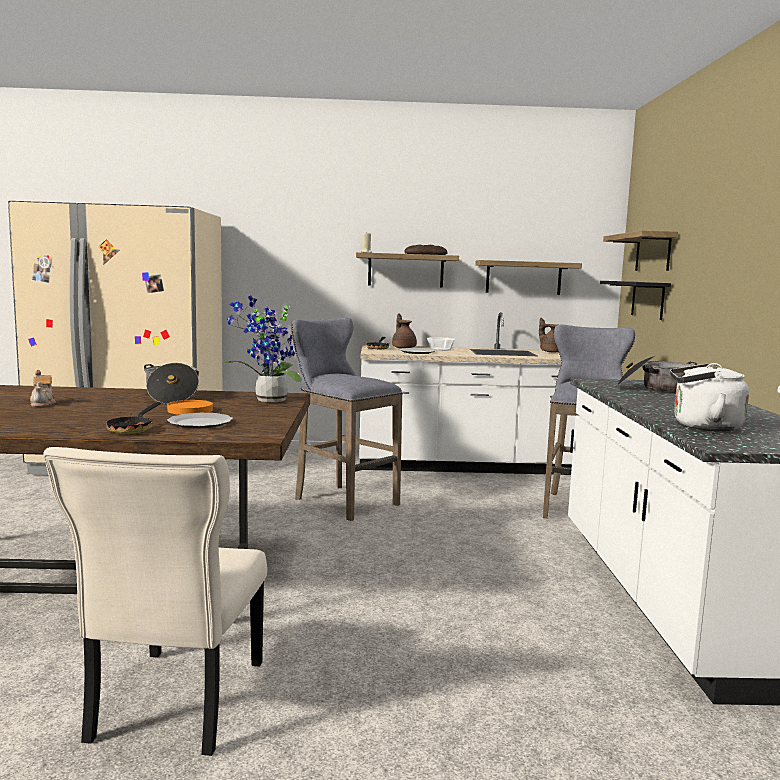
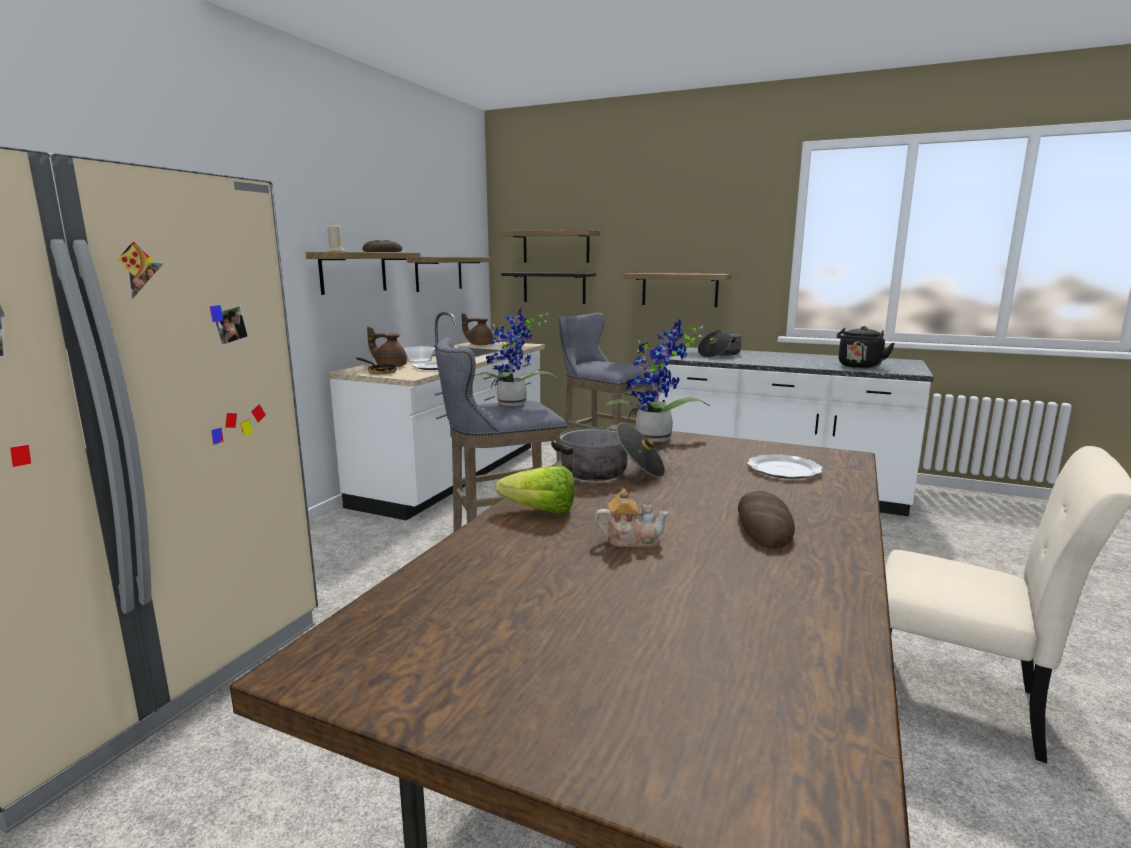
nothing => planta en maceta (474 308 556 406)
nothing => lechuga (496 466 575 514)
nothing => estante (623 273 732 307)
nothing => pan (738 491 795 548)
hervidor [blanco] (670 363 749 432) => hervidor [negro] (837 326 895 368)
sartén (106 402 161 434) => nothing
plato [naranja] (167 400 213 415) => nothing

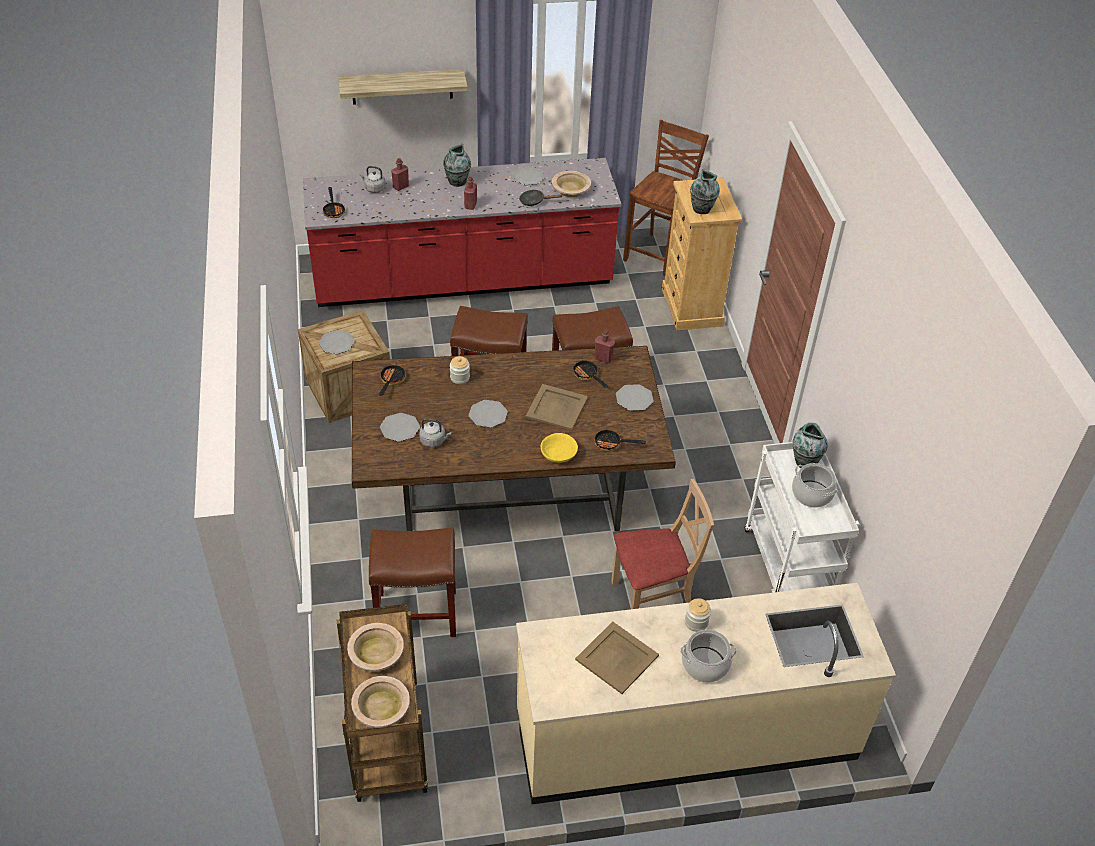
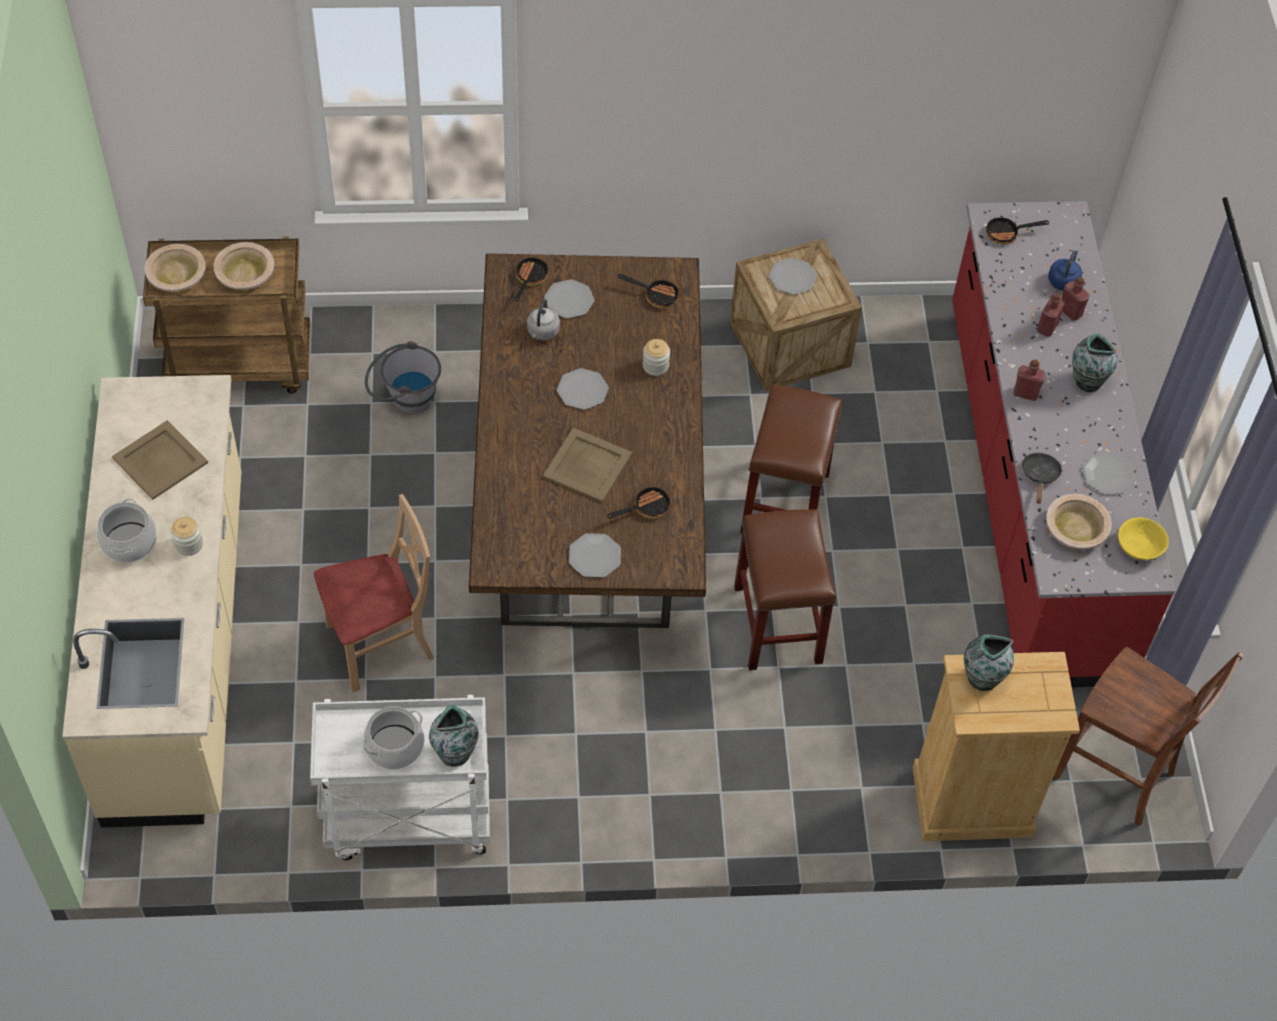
silla [beis] (611 479 714 609) => silla [beis] (314 494 434 692), 105 degrees counterclockwise
taburete [marrón] (369 528 456 637) => cubo [gris] (365 341 441 414)
sartén (594 429 646 451) => sartén (514 255 549 301), relocated
botella [rojo] (594 329 615 363) => botella [rojo] (1037 293 1065 337), relocated
hervidor [gris] (359 166 386 193) => hervidor [azul] (1048 251 1082 291)
cuenco [amarillo] (540 433 578 463) => cuenco [amarillo] (1118 517 1169 560), relocated
estante (338 69 468 105) => nothing

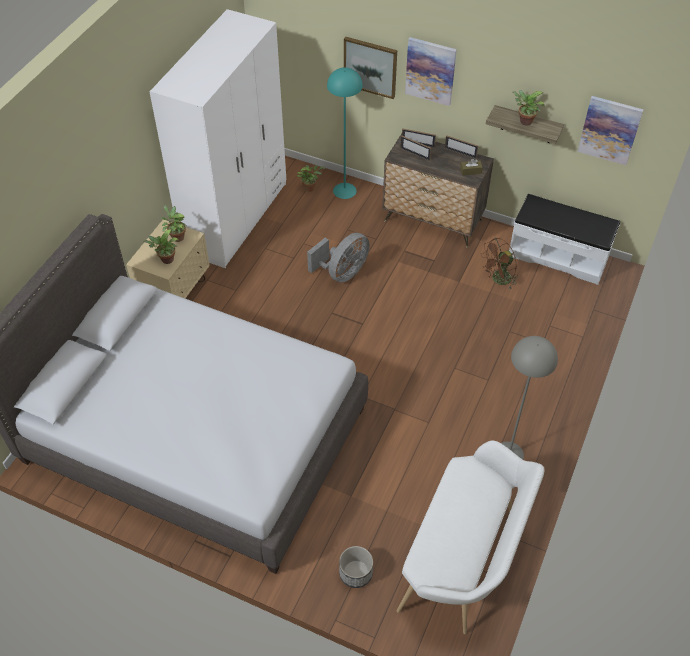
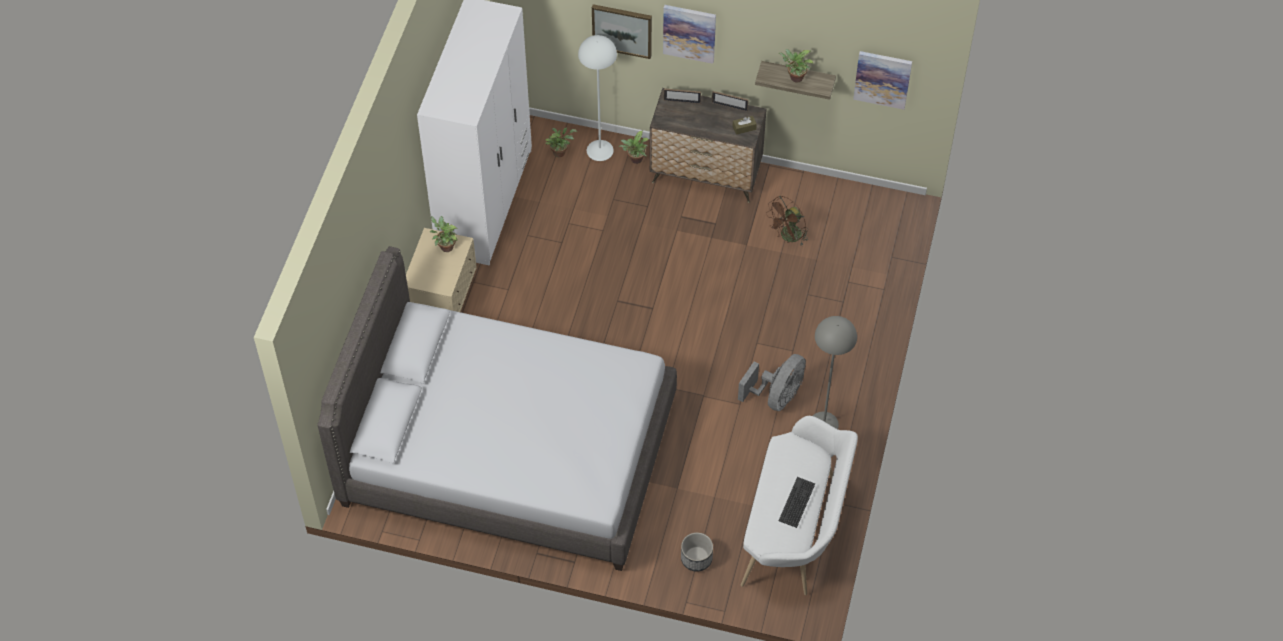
lámpara de pie [turquesa] (327 67 363 199) => lámpara de pie [blanco] (578 35 617 161)
planta en maceta (143 229 178 264) => planta en maceta (619 130 649 164), relocated
ventilador [gris] (307 233 370 282) => ventilador [gris] (738 354 806 411), relocated
nothing => teclado (779 477 815 528)
portarretratos (400 136 431 161) => nothing
banco [blanco] (509 194 620 285) => nothing

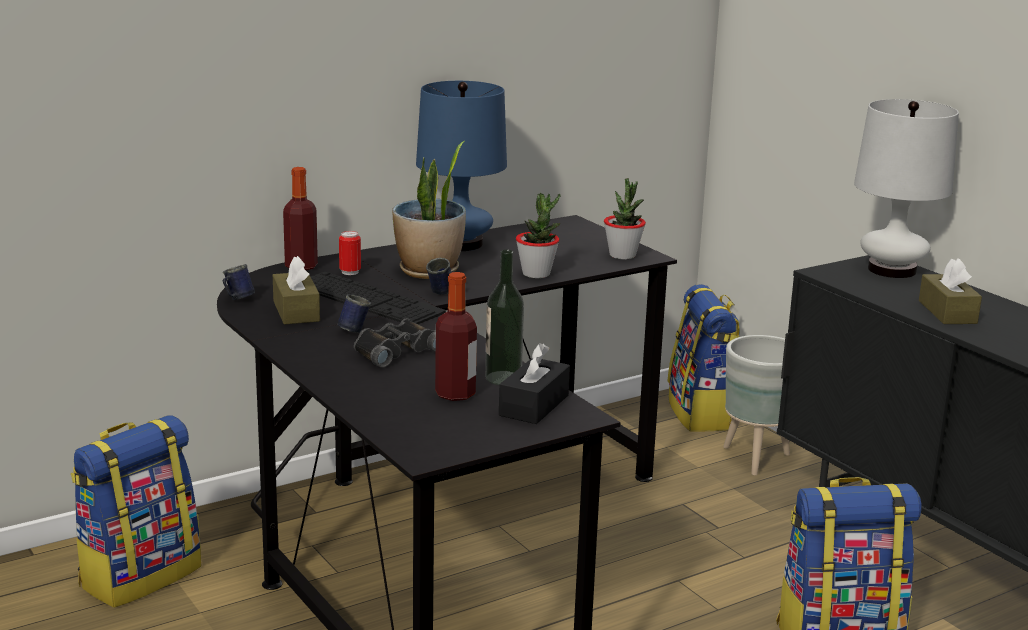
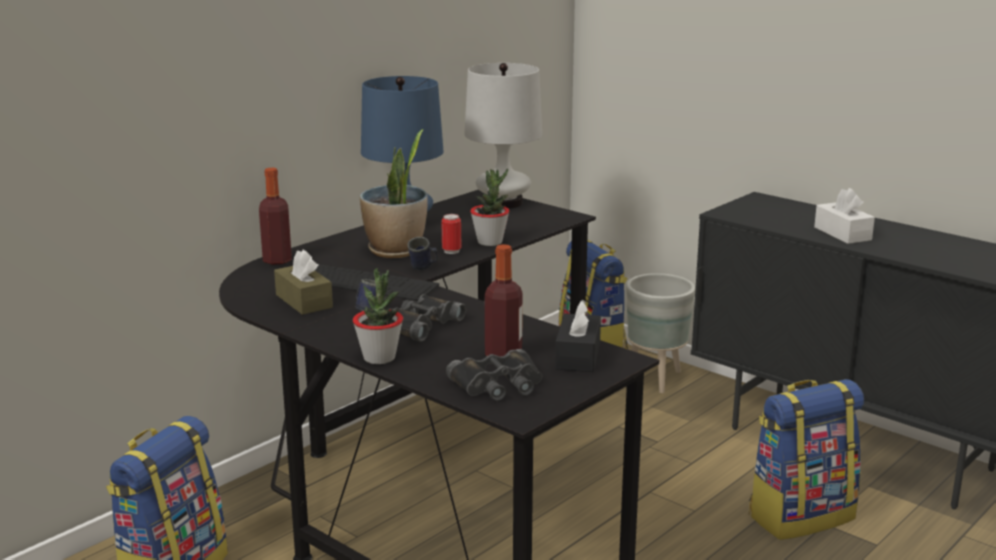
planta en maceta (604 178 646 259) => planta en maceta (353 268 403 364), relocated
lata (339 231 361 275) => lata (442 214 461 254), relocated
nothing => prismáticos [negro] (446 349 542 401)
lámpara de mesa [blanco] (854 99 959 278) => lámpara de mesa [blanco] (464 63 542 209), relocated
caja de pañuelos [marrón] (919 258 982 324) => caja de pañuelos [blanco] (814 188 875 244)
taza grande [azul] (223 264 255 300) => nothing
botella (485 250 524 385) => nothing

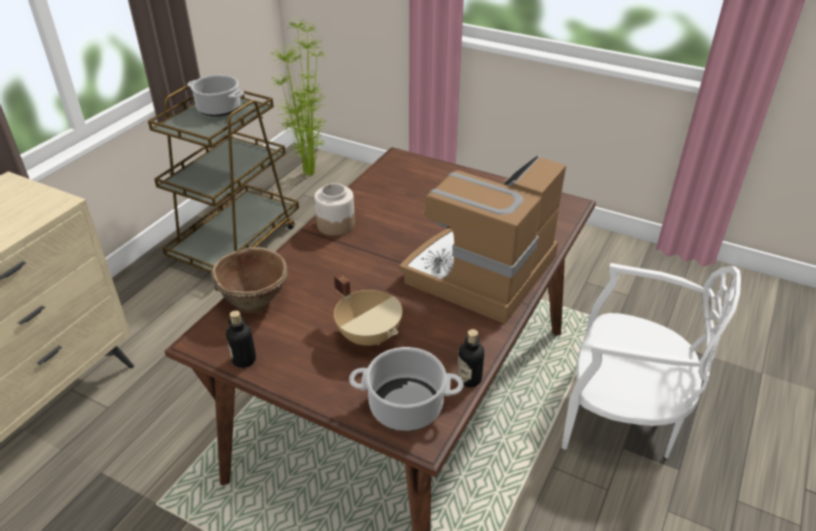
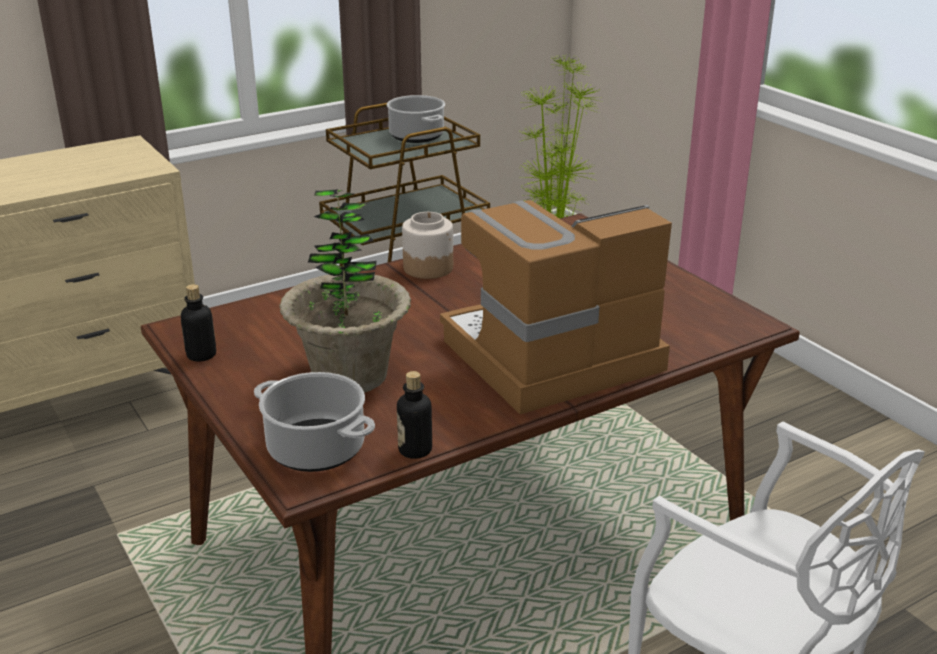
olla [beis] (334 274 402 346) => planta en maceta (279 189 411 393)
cuenco [marrón] (211 247 288 313) => nothing

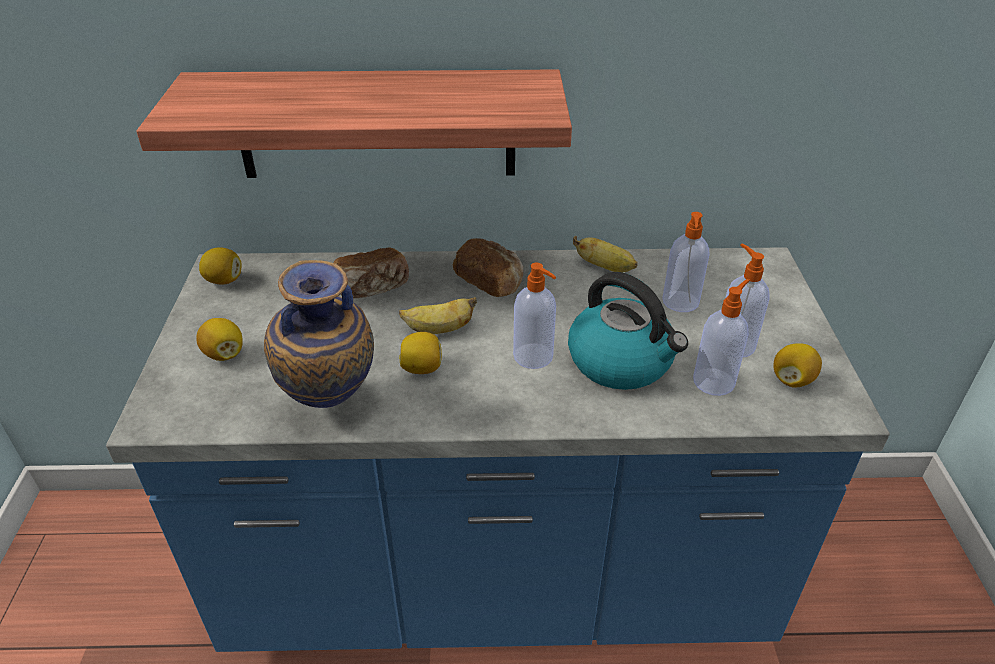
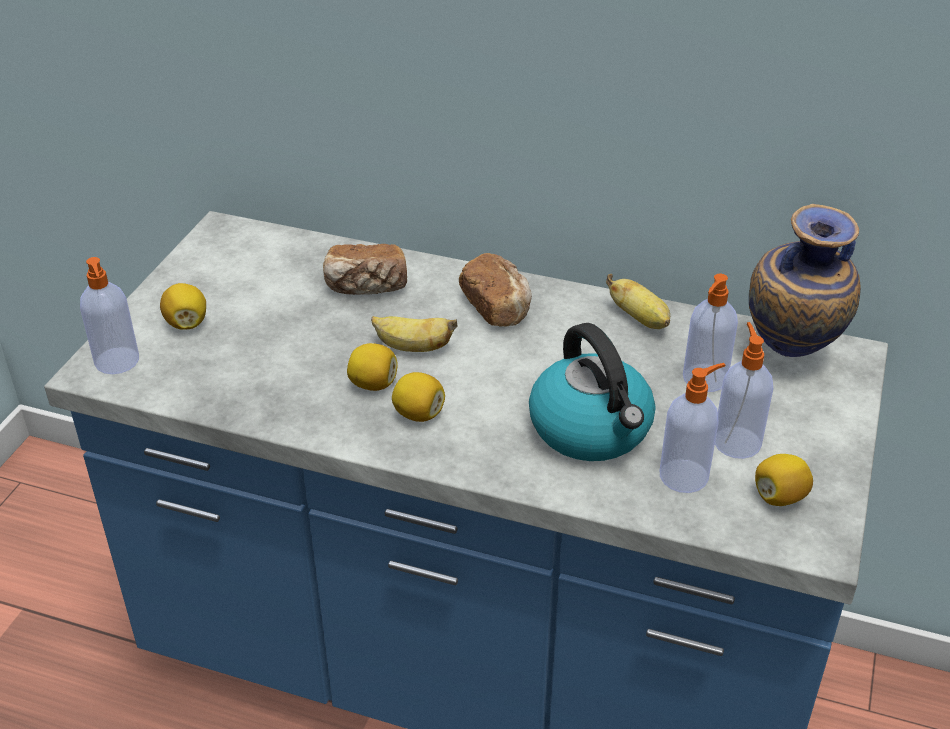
dispensador de jabón (513 262 556 369) => dispensador de jabón (80 257 139 374), relocated
limón (199 247 242 285) => limón (392 372 445 422), relocated
florero (264 260 374 408) => florero (749 204 861 357), relocated
estante (136 69 572 178) => nothing

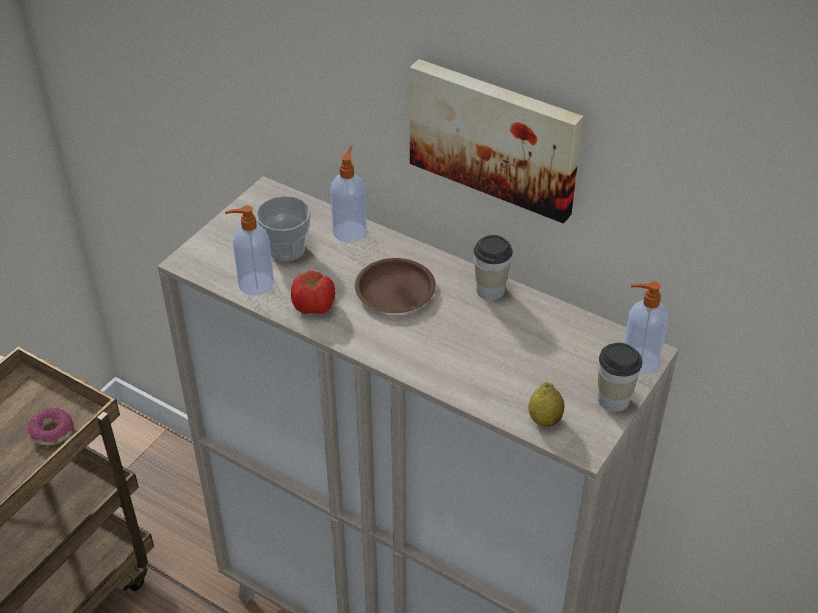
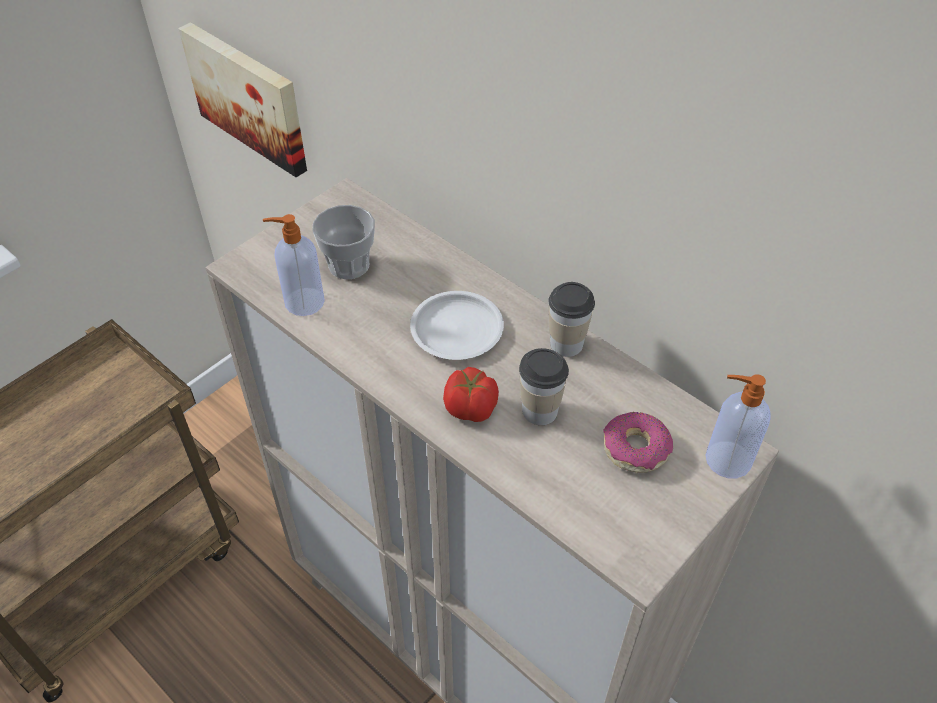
cuadro (410 59 584 223) => cuadro (179 22 307 177), relocated
plato [marrón] (355 258 436 313) => plato [blanco] (410 291 504 360)
tomate (291 271 335 314) => tomate (443 367 499 422), relocated
taza (598 343 642 412) => taza (519 348 569 425), relocated
rosquilla (28 408 74 446) => rosquilla (603 412 673 473), relocated
dispensador de jabón (331 145 366 243) => nothing
limón (528 382 564 427) => nothing

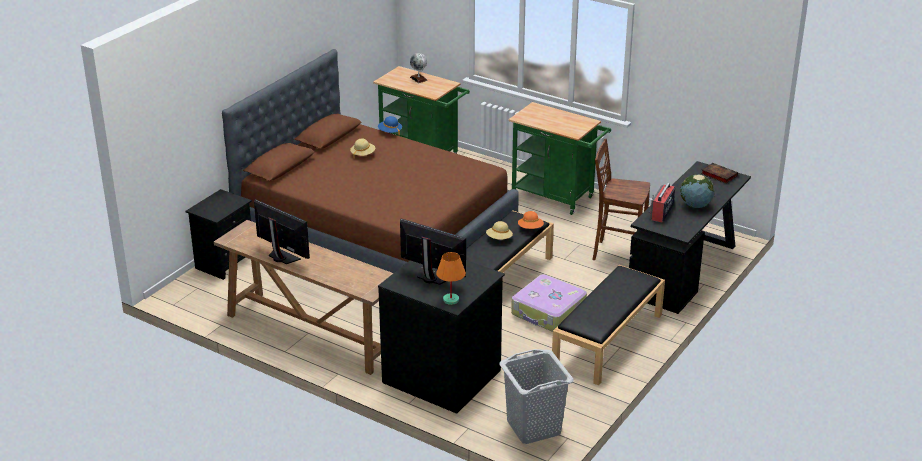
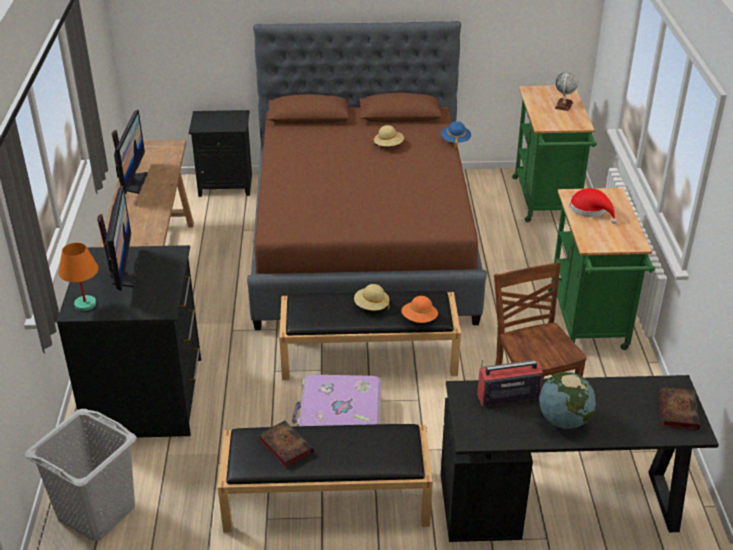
nothing => libro (258 421 313 468)
nothing => sombrero [rojo] (569 188 617 224)

